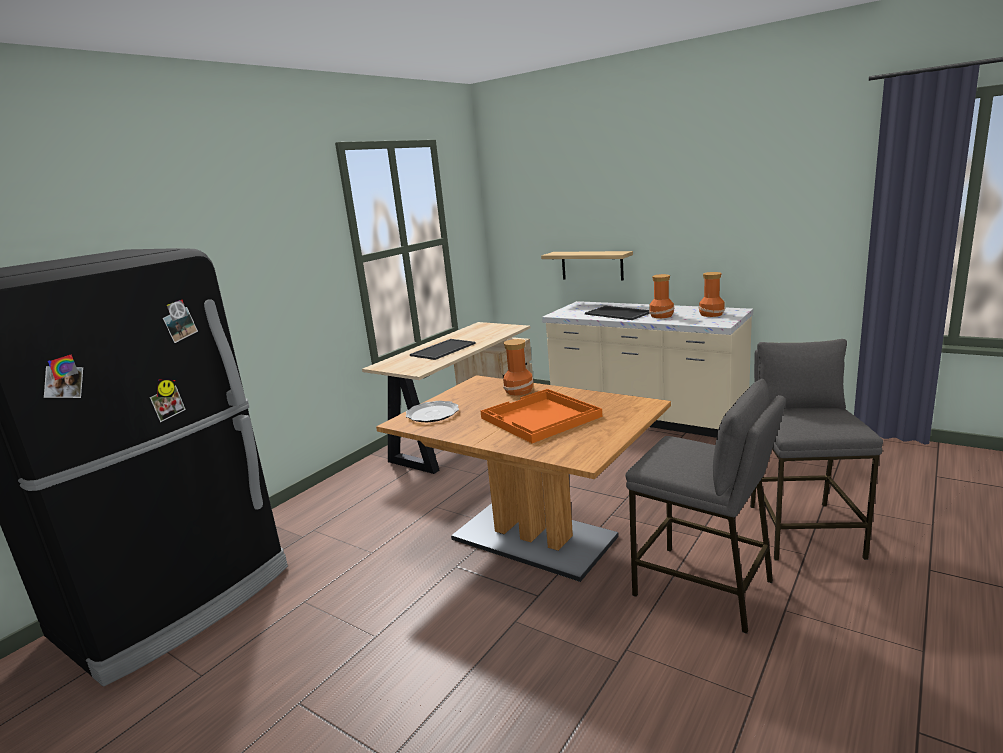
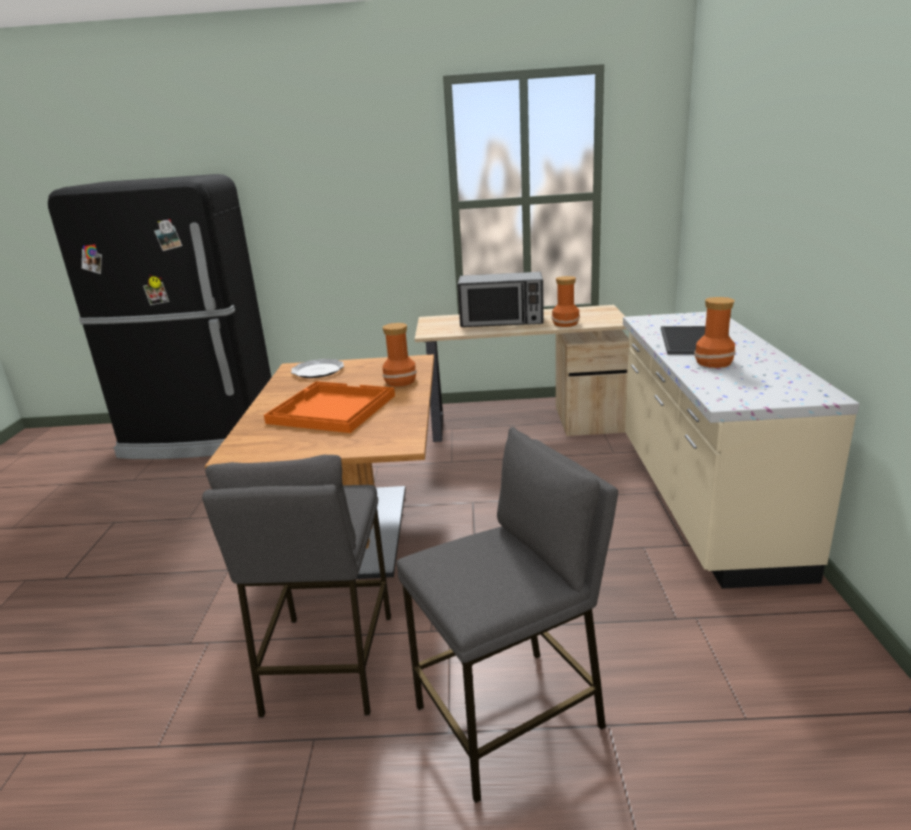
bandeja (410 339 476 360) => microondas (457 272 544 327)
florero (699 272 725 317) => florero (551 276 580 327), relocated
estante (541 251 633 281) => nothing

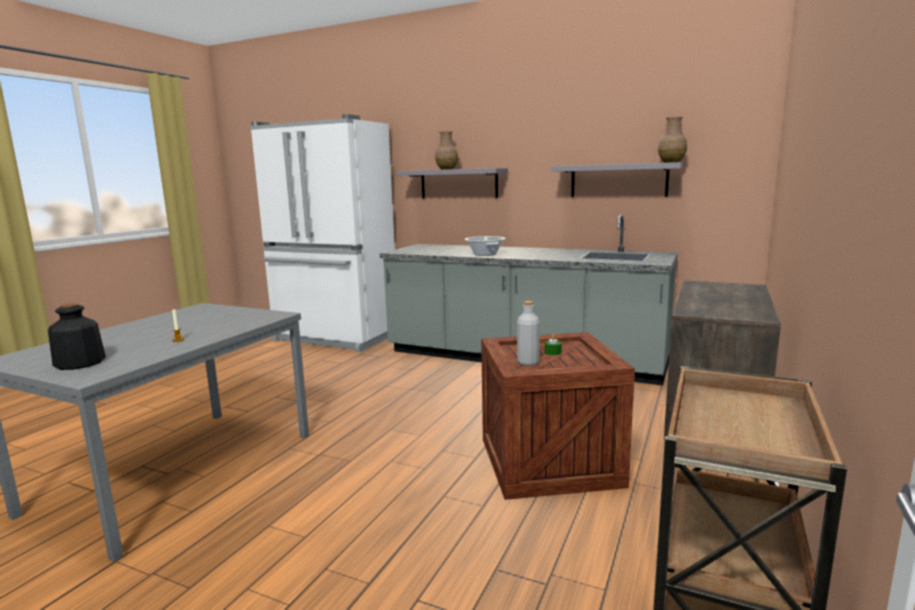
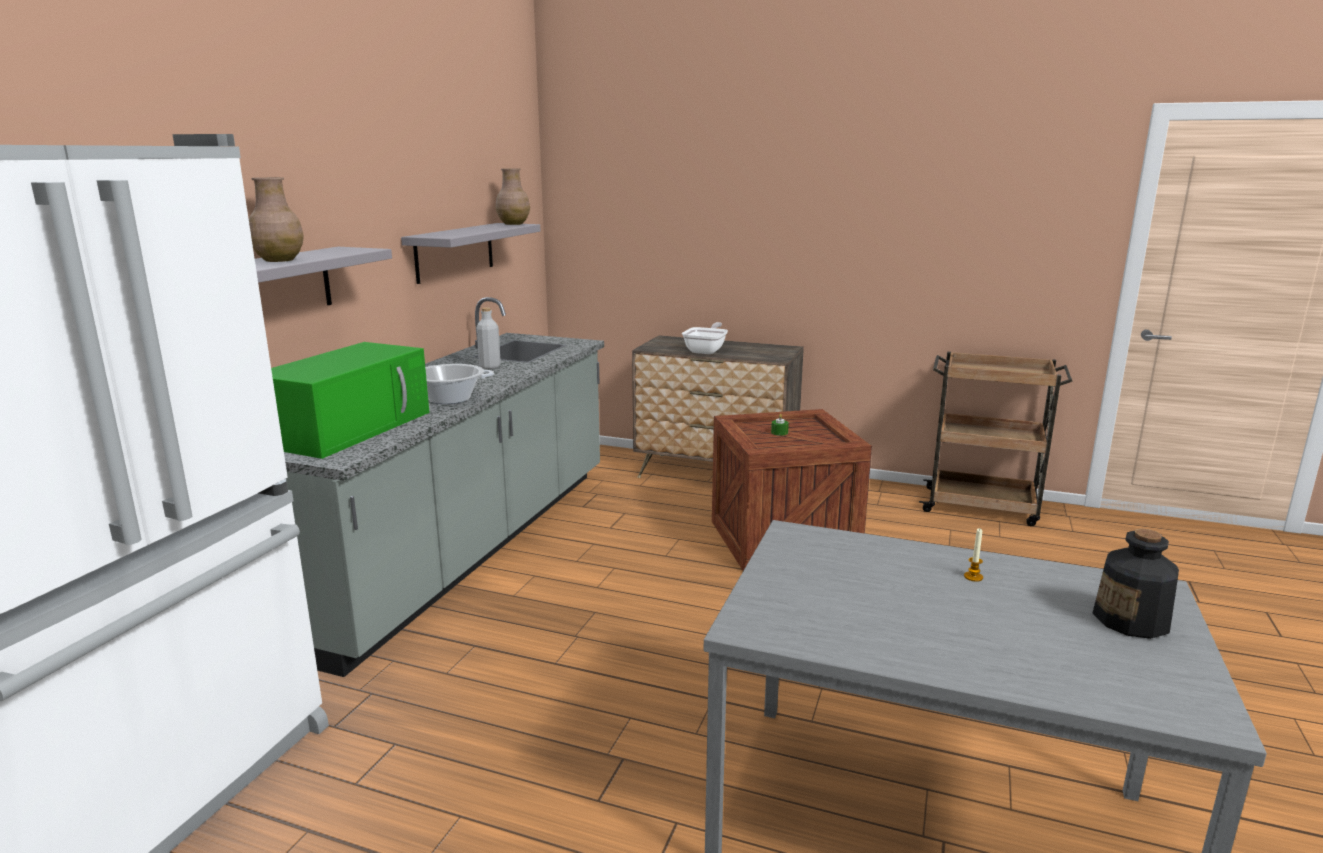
nothing => microondas [verde] (271 342 430 459)
botella [gris] (517 301 540 366) => botella [gris] (476 307 501 369), relocated
nothing => sartén (682 322 728 354)

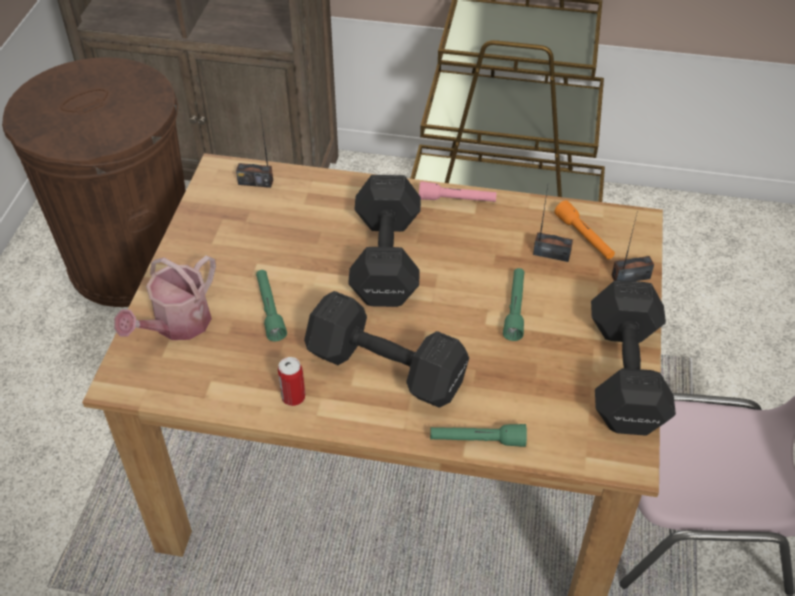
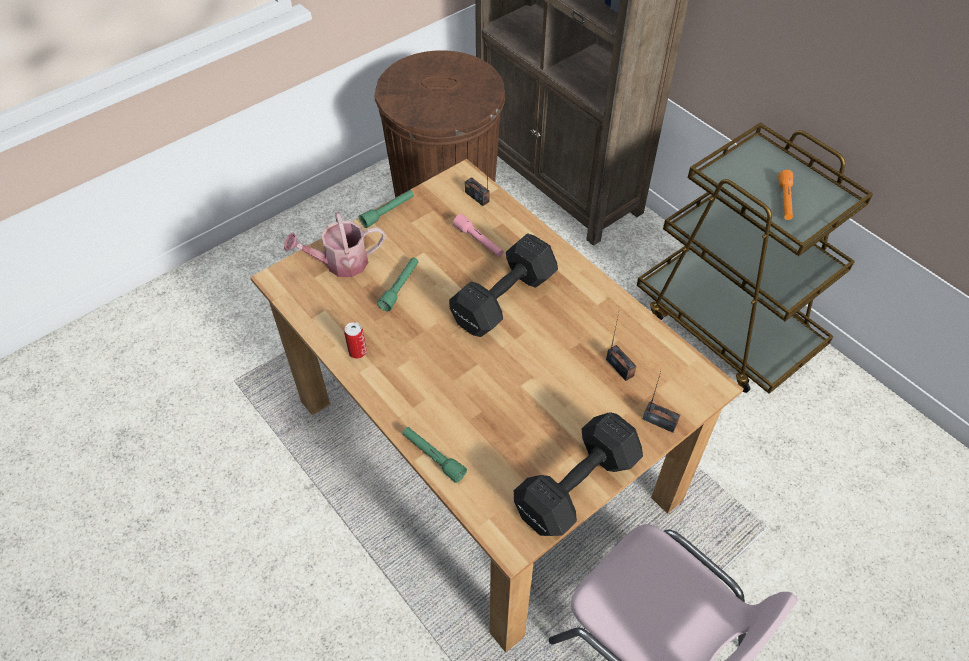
linterna [verde] (503 268 524 341) => linterna [verde] (359 190 414 228), relocated
linterna [rosa] (419 181 497 202) => linterna [rosa] (453 214 503 257), relocated
linterna [naranja] (554 200 615 260) => linterna [naranja] (778 170 793 220), relocated
mancuerna [negro] (304 291 469 408) => nothing

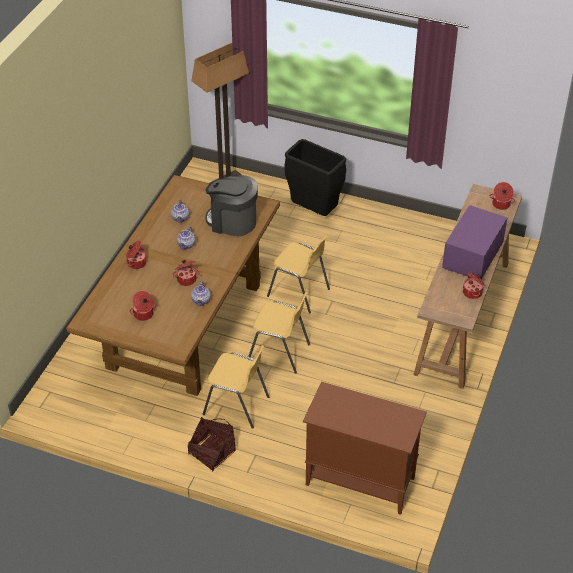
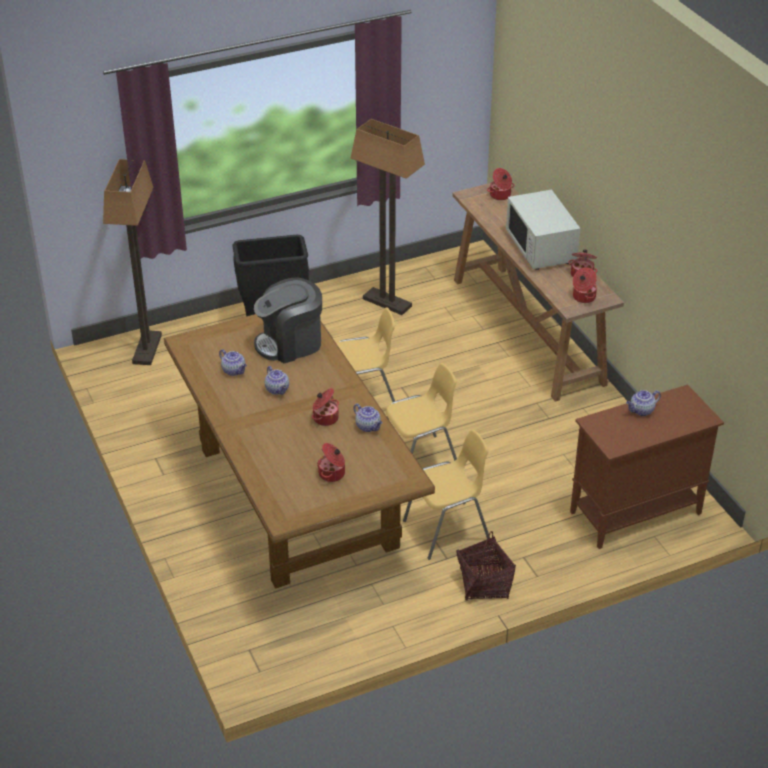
nothing => lámpara de pie (351 119 425 315)
microondas [morado] (442 205 508 279) => microondas [blanco] (506 190 581 270)
olla (126 241 146 269) => olla (573 268 597 303), relocated
nothing => tetera (626 390 661 416)

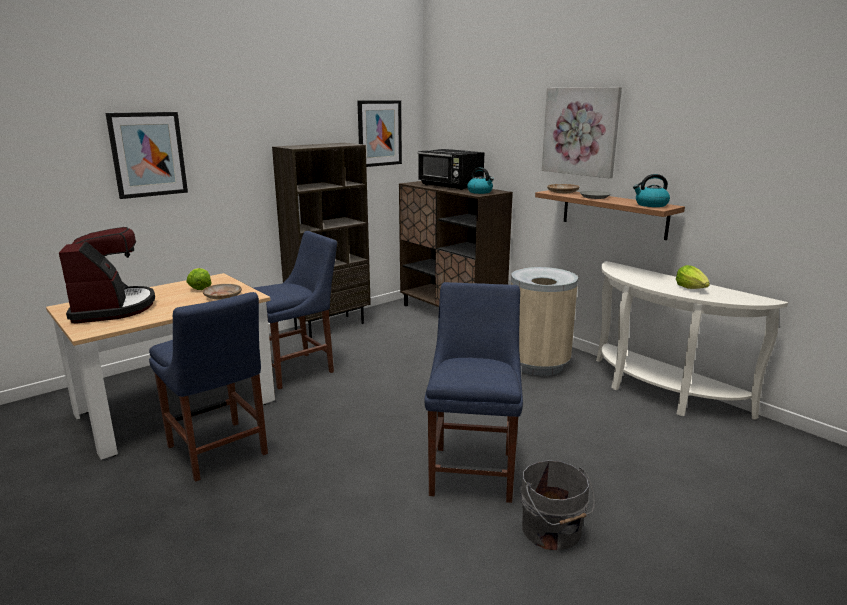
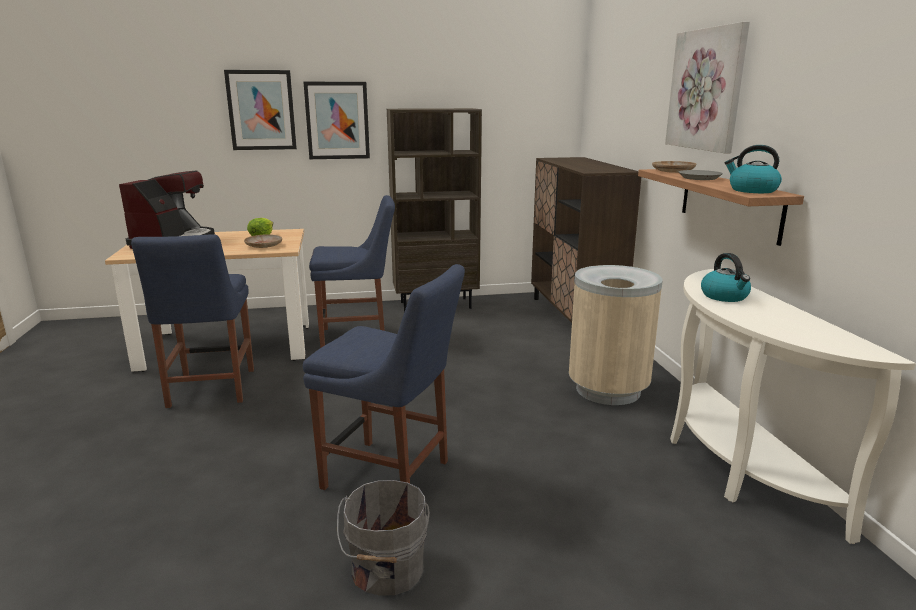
silla [azul] (424 282 523 503) => silla [azul] (303 264 465 490), 75 degrees clockwise
cuadro (357 100 402 167) => cuadro (304 82 370 159), relocated
hervidor (467 167 494 194) => hervidor (701 253 751 302), relocated
microondas [negro] (418 149 484 190) => nothing
lechuga (676 265 710 289) => nothing

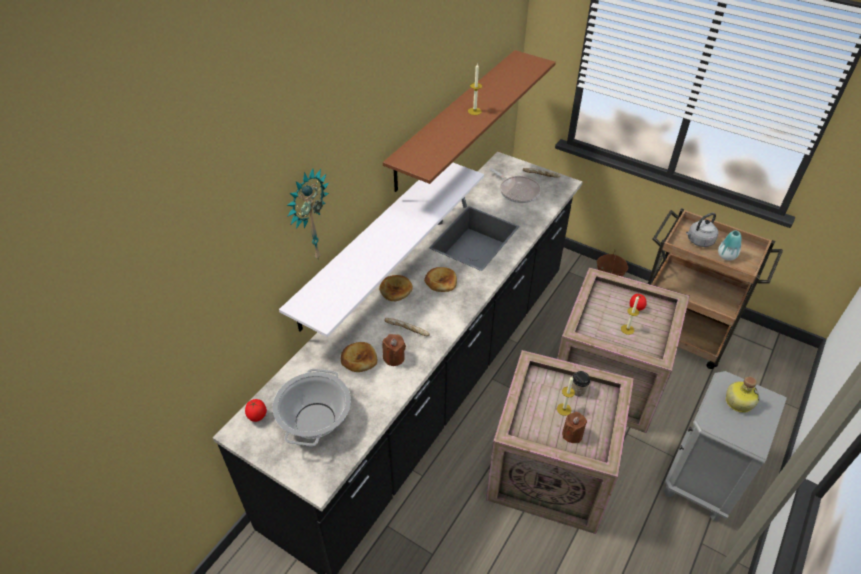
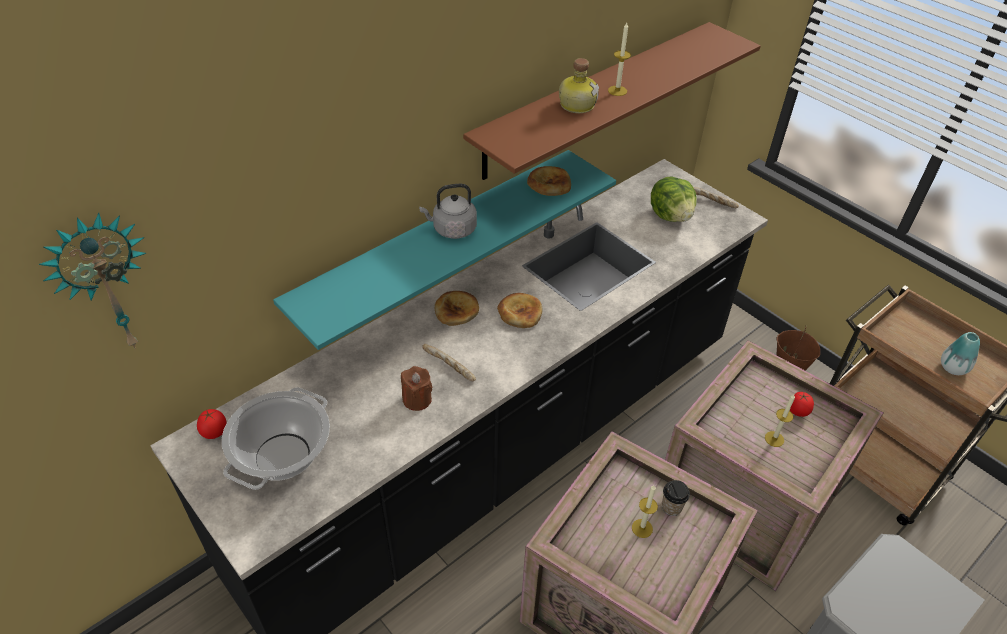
reloj de pared (287 169 329 261) => reloj de pared (38 213 146 349), relocated
estante [blanco] (279 163 484 337) => estante [turquesa] (273 150 616 350)
hervidor [gris] (686 213 718 247) => hervidor [gris] (419 184 477 239), relocated
pan (341 342 377 372) => pan (527 166 571 196), relocated
botella (726 377 760 413) => botella (559 58 599 113), relocated
sartén (489 168 541 203) => lechuga (651 176 697 222)
vela [marrón] (562 412 587 443) => nothing

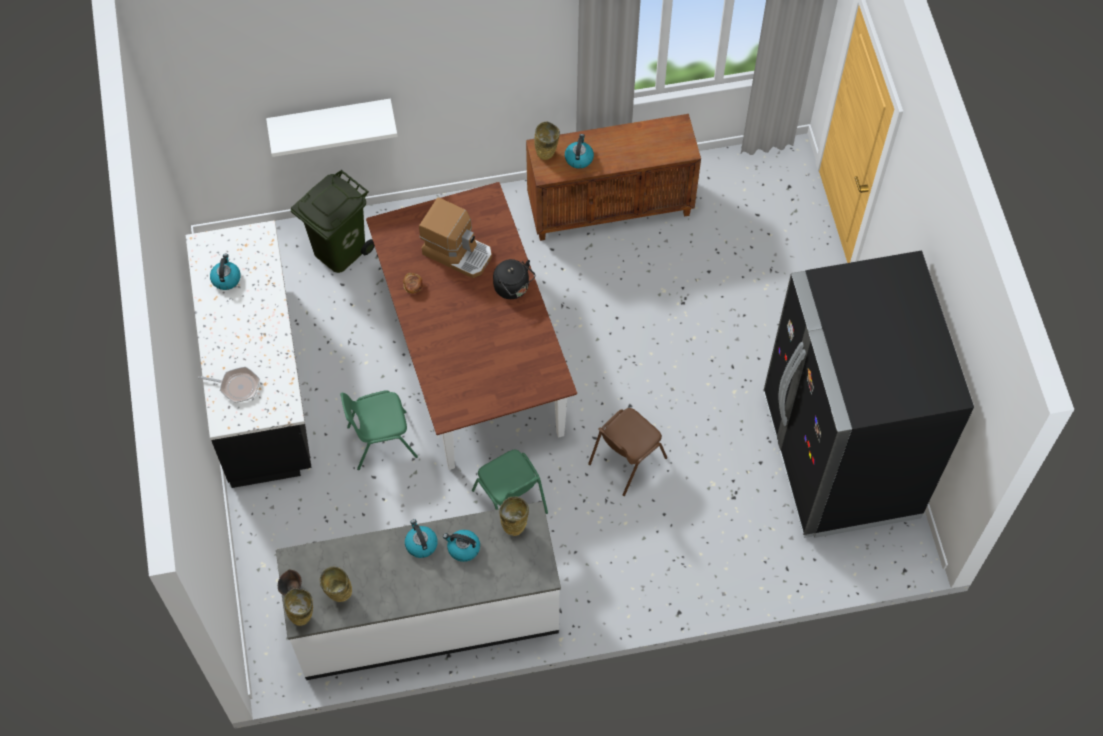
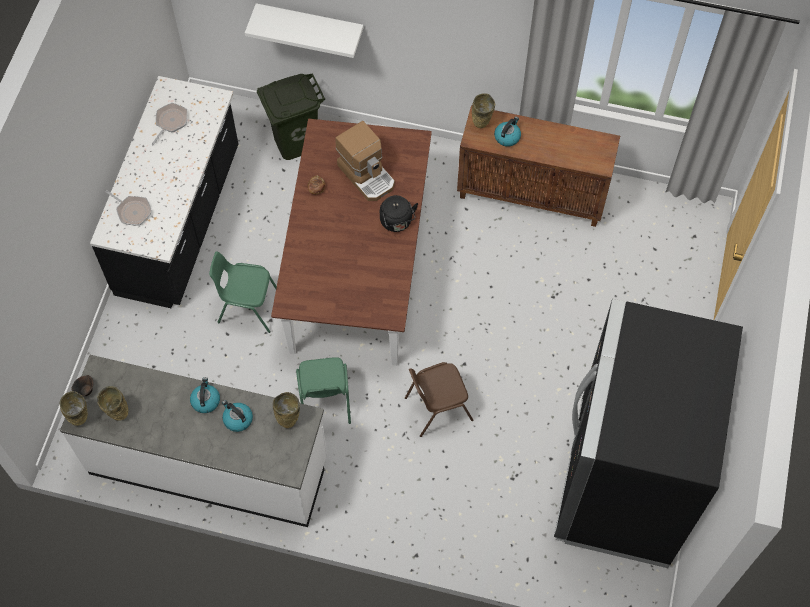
hervidor (210 254 241 290) => sartén (151 103 188 145)

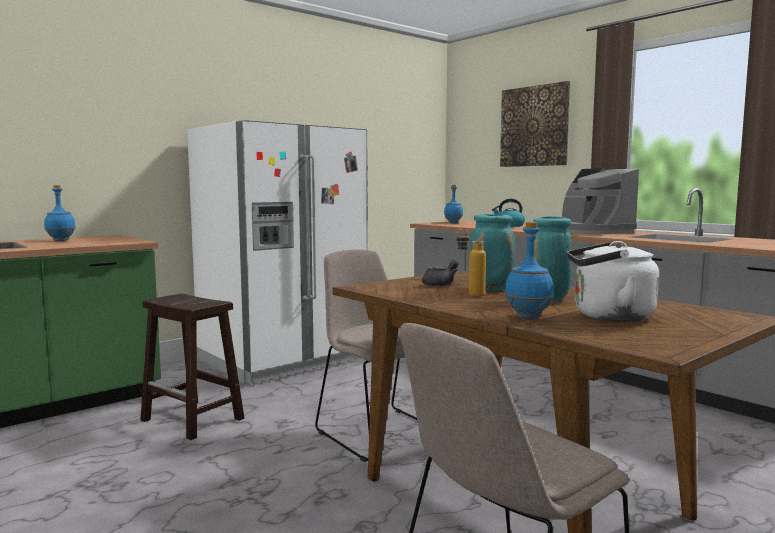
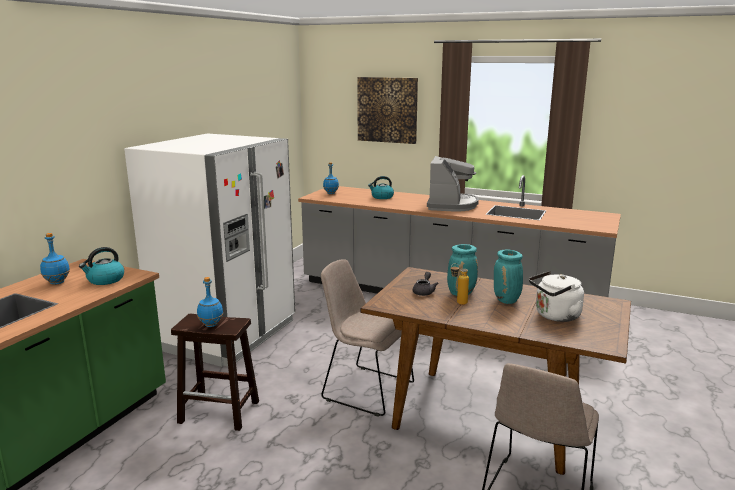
nothing => hervidor (79 247 124 285)
botella [azul] (505 222 554 318) => botella [azul] (197 277 223 327), relocated
cafetera (562 168 639 234) => cafetera (427 156 479 212), 120 degrees counterclockwise

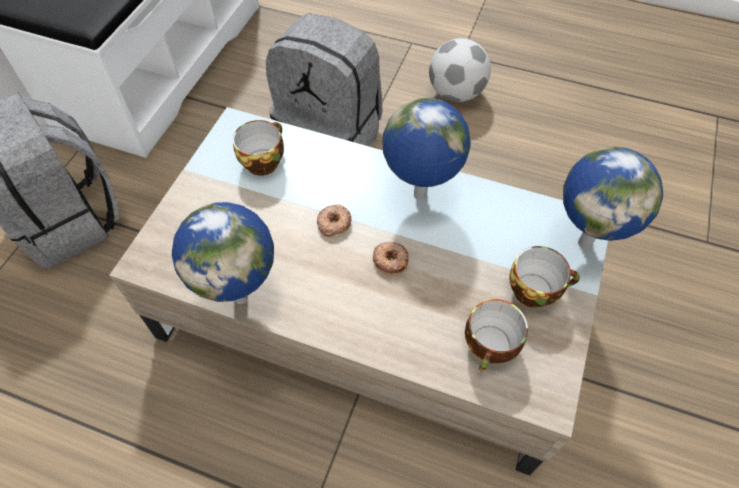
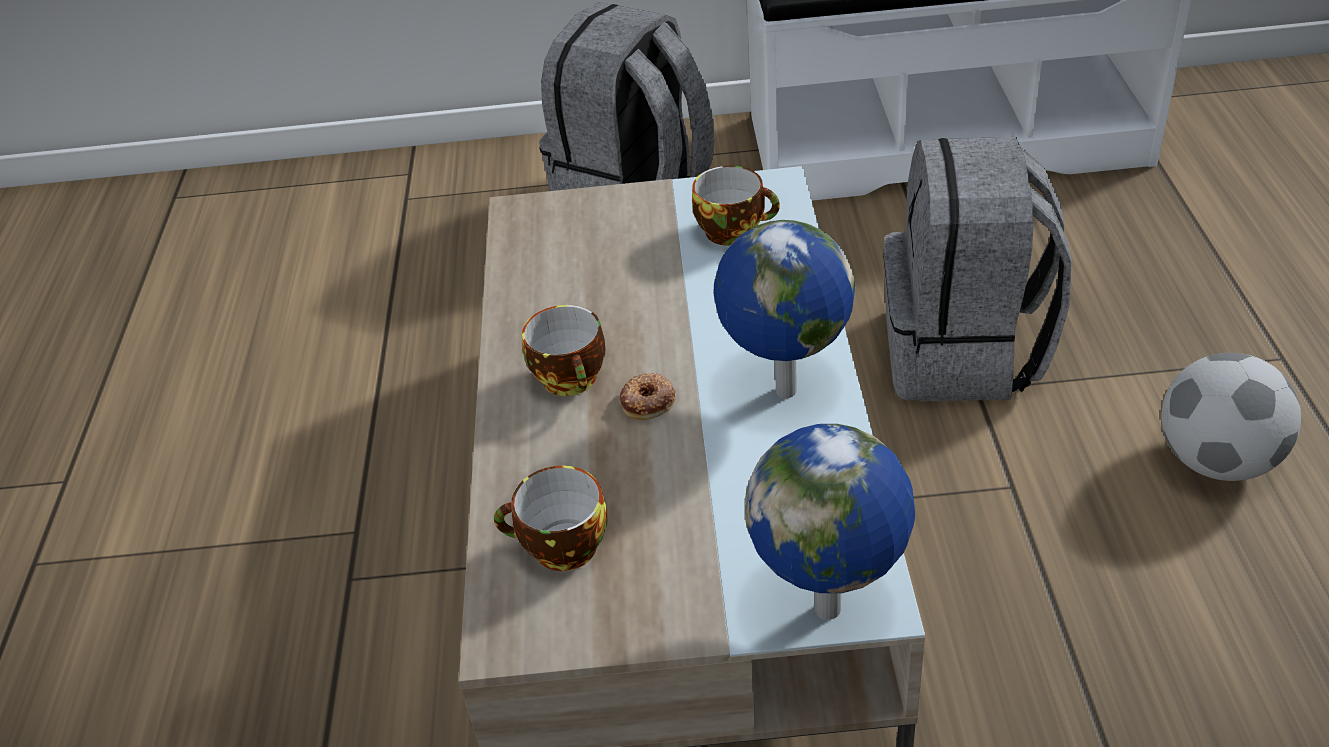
taza (509 246 580 308) => taza (522 305 605 396), relocated
globo terráqueo (172 202 274 304) => nothing
rosquilla (317 204 352 238) => nothing

